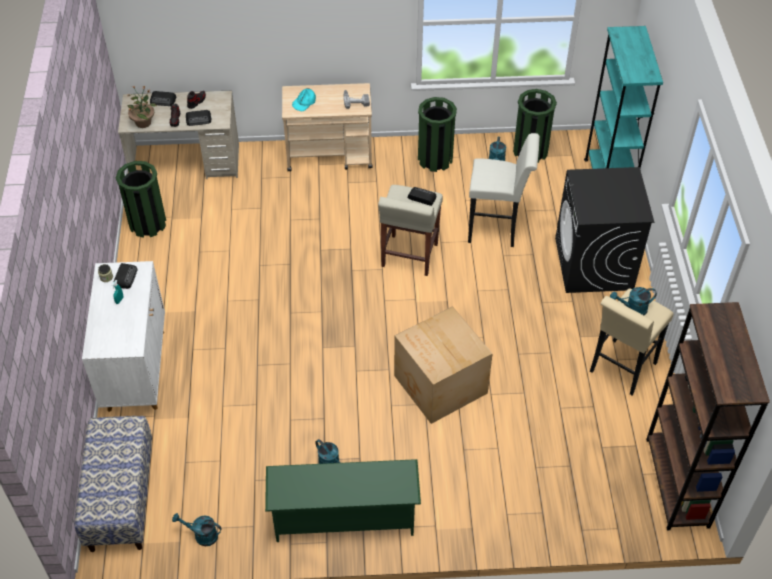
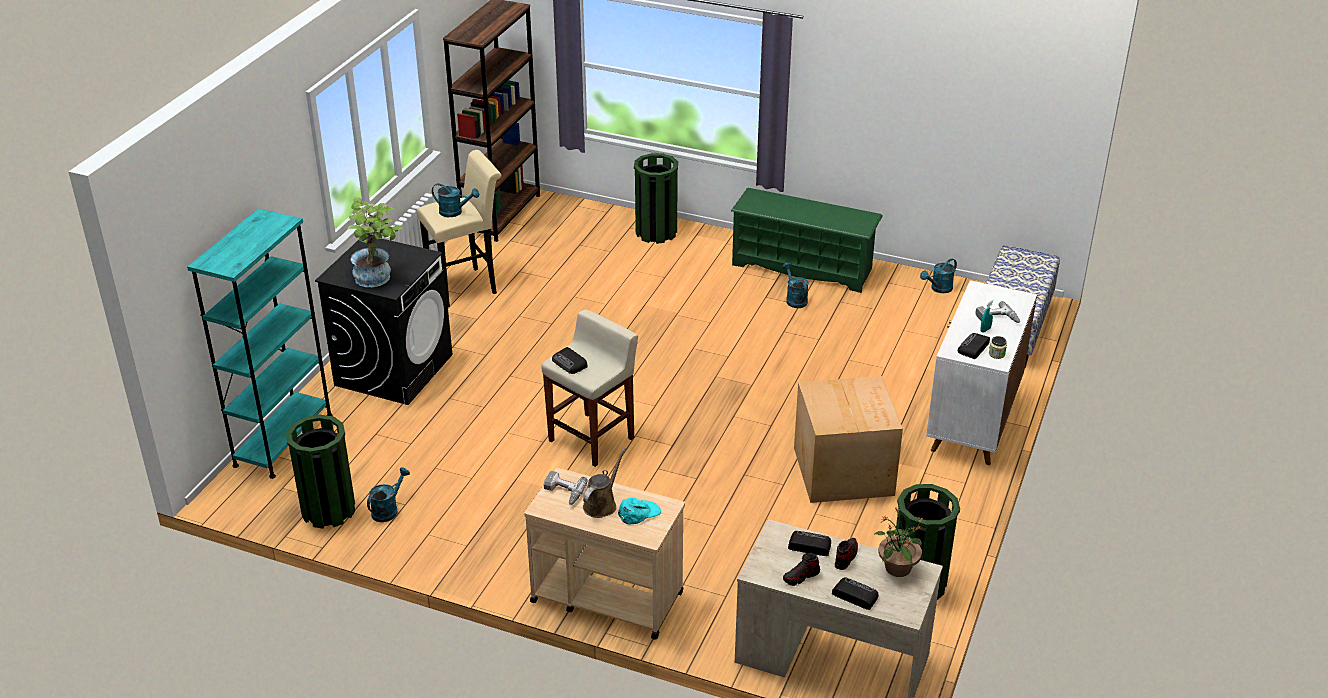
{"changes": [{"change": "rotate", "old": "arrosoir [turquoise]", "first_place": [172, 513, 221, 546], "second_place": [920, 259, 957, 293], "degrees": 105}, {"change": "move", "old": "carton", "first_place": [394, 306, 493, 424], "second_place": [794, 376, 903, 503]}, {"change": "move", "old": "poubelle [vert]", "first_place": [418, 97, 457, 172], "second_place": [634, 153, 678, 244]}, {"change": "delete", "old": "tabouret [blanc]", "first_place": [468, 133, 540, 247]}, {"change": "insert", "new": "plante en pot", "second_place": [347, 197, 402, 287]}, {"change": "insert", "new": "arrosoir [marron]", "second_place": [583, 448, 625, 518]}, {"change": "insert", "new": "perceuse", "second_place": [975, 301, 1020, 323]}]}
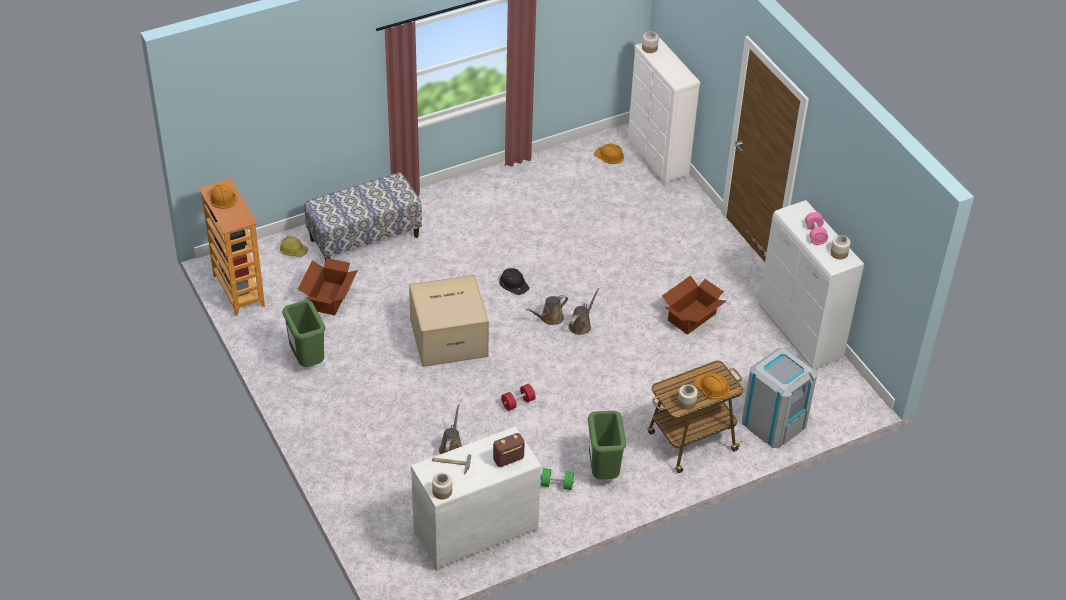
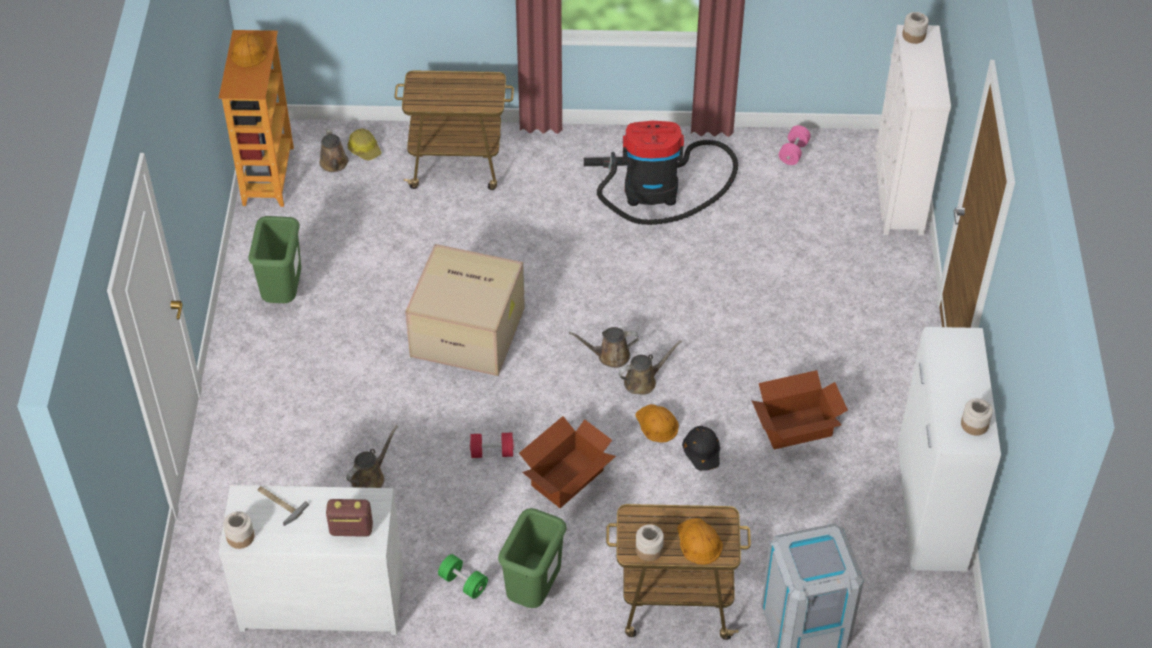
{"changes": [{"change": "move", "old": "carton", "first_place": [298, 258, 358, 315], "second_place": [519, 416, 616, 508]}, {"change": "replace", "old": "banc", "new": "chariot", "first_place": [304, 172, 422, 261], "second_place": [395, 71, 514, 190]}, {"change": "move", "old": "casque de chantier [noir]", "first_place": [499, 268, 529, 295], "second_place": [682, 426, 720, 471]}, {"change": "move", "old": "casque de chantier [orange]", "first_place": [594, 143, 624, 164], "second_place": [635, 404, 679, 443]}, {"change": "move", "old": "haltère [rose]", "first_place": [805, 212, 828, 245], "second_place": [779, 125, 811, 165]}, {"change": "insert", "new": "arrosoir [marron]", "second_place": [319, 128, 348, 172]}, {"change": "insert", "new": "aspirateur", "second_place": [584, 121, 738, 225]}]}
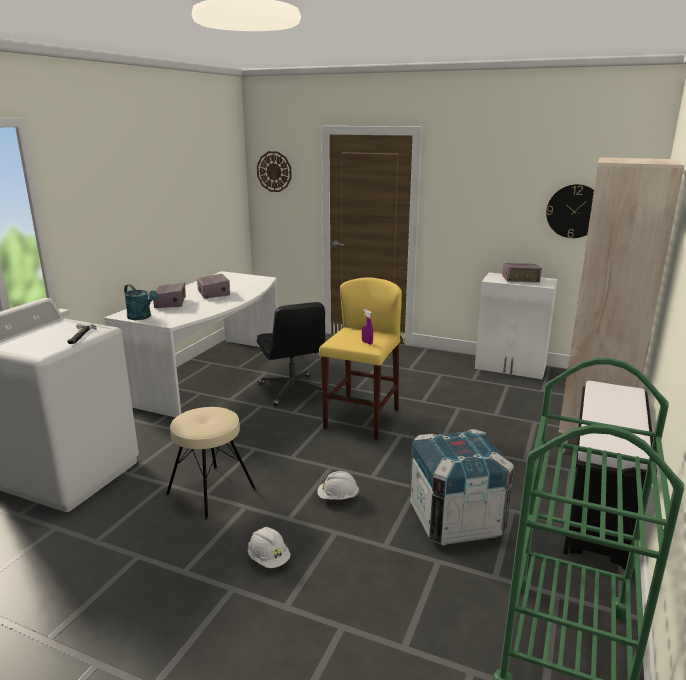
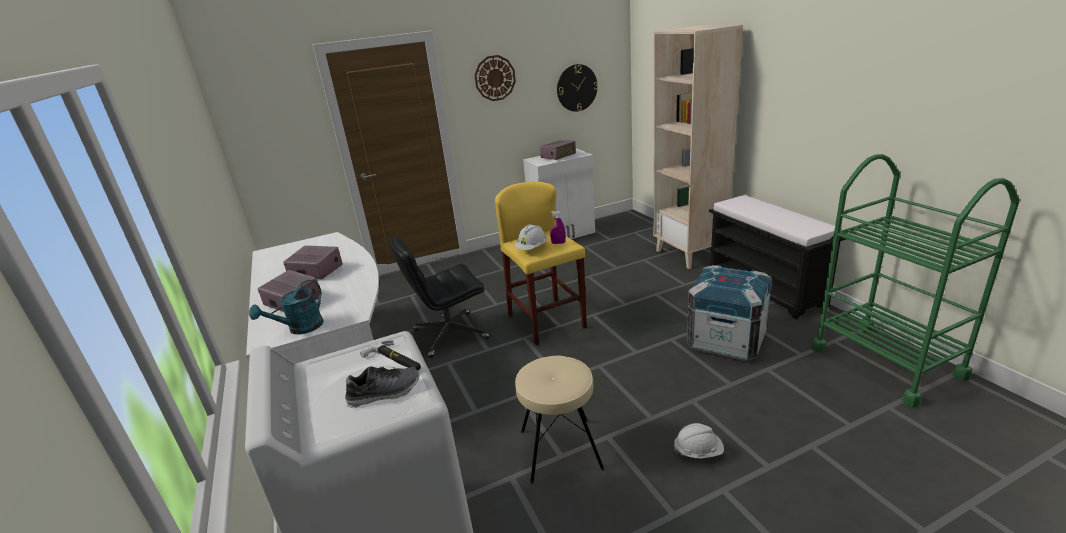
{"changes": [{"change": "rotate", "old": "arrosoir [turquoise]", "first_place": [124, 284, 159, 320], "second_place": [249, 280, 324, 334], "degrees": 135}, {"change": "move", "old": "horloge murale", "first_place": [257, 151, 292, 192], "second_place": [474, 55, 516, 101]}, {"change": "rotate", "old": "chaise de bureau [noir]", "first_place": [257, 302, 325, 406], "second_place": [389, 236, 489, 358], "degrees": 135}, {"change": "move", "old": "casque de chantier [blanc]", "first_place": [317, 471, 359, 500], "second_place": [515, 224, 547, 250]}, {"change": "insert", "new": "chaussure", "second_place": [345, 366, 420, 408]}]}
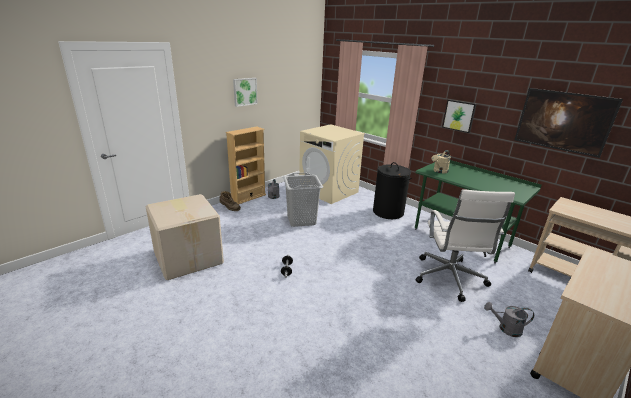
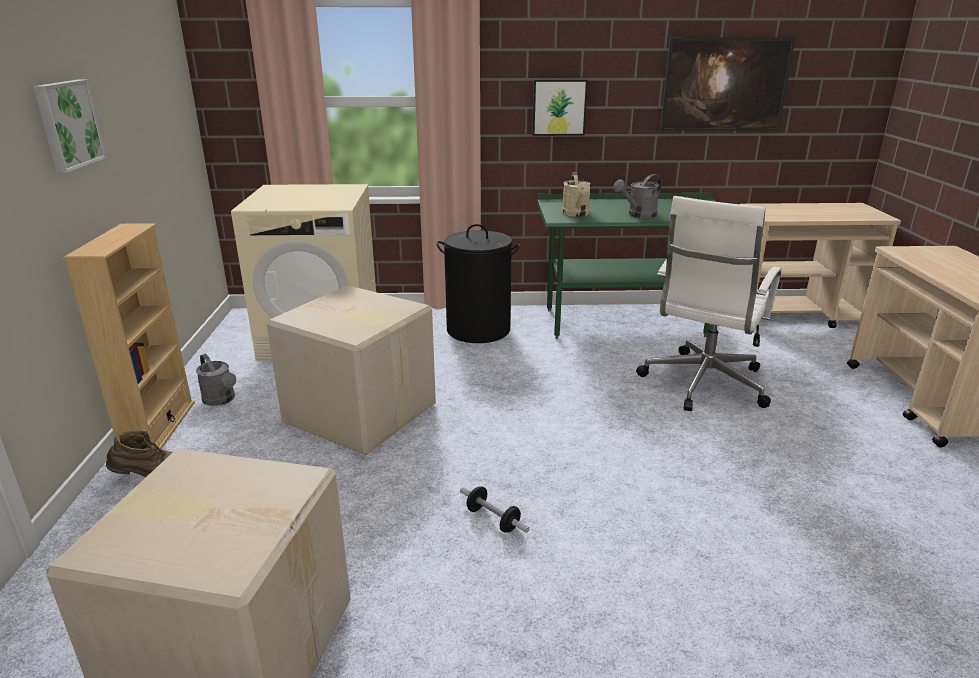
{"changes": [{"change": "replace", "old": "panier à linge [gris]", "new": "carton", "first_place": [283, 173, 323, 227], "second_place": [267, 285, 436, 455]}, {"change": "rotate", "old": "chaise de bureau [blanc]", "first_place": [416, 189, 515, 302], "second_place": [636, 196, 782, 411], "degrees": 75}, {"change": "move", "old": "arrosoir [gris]", "first_place": [484, 302, 534, 337], "second_place": [613, 174, 661, 218]}]}
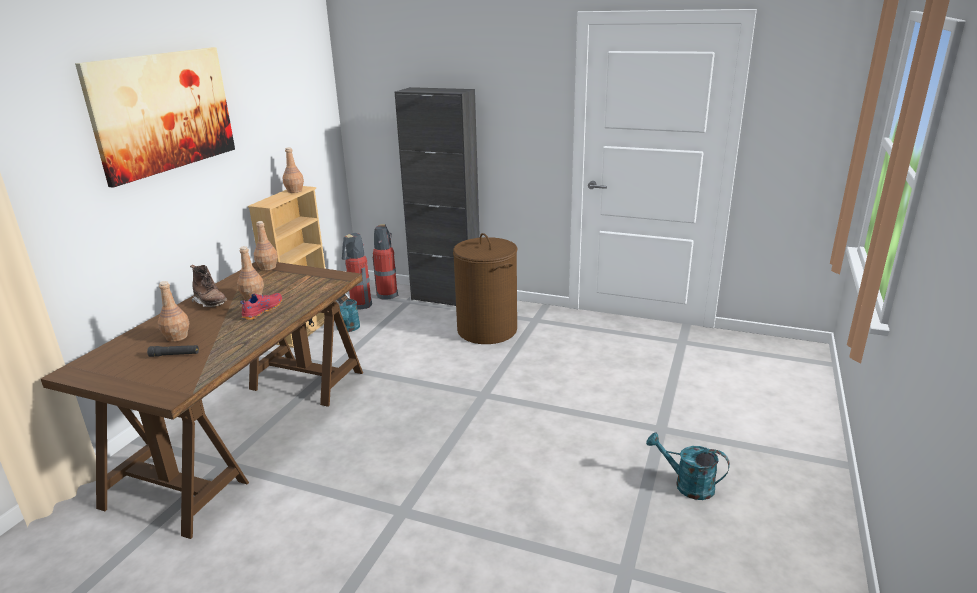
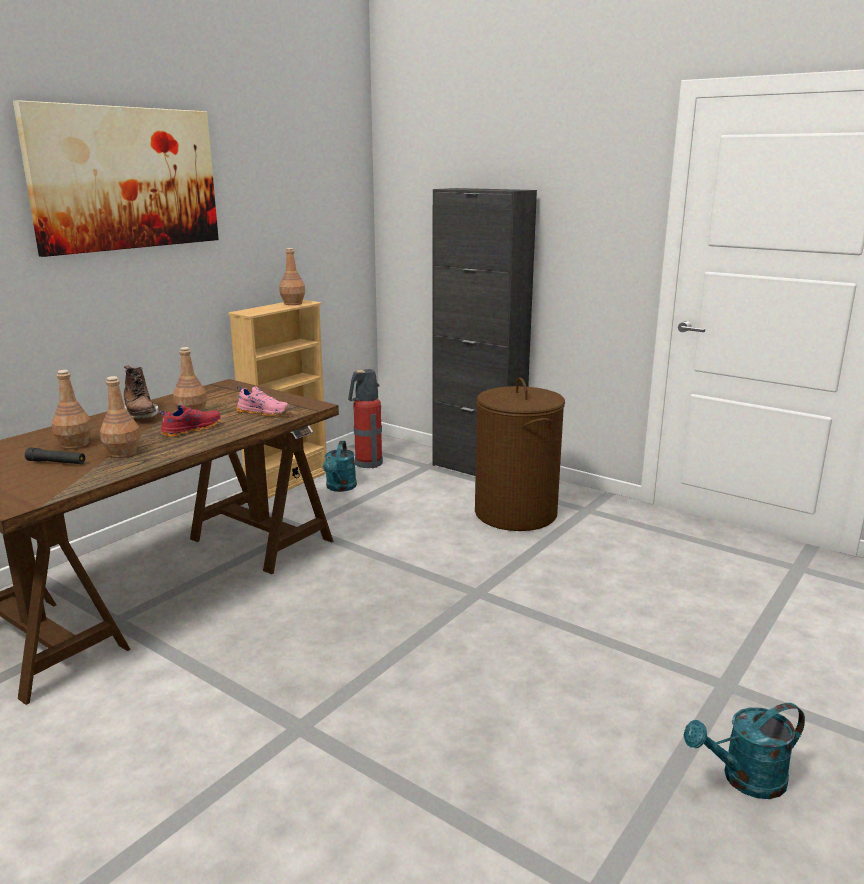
{"changes": [{"change": "move", "old": "bouteille [marron]", "first_place": [254, 221, 278, 271], "second_place": [100, 376, 140, 458]}, {"change": "delete", "old": "extincteur", "first_place": [373, 224, 398, 300]}, {"change": "rotate", "old": "arrosoir [turquoise]", "first_place": [646, 432, 730, 500], "second_place": [684, 703, 805, 799], "degrees": -60}, {"change": "insert", "new": "chaussure [rose]", "second_place": [237, 386, 290, 417]}]}
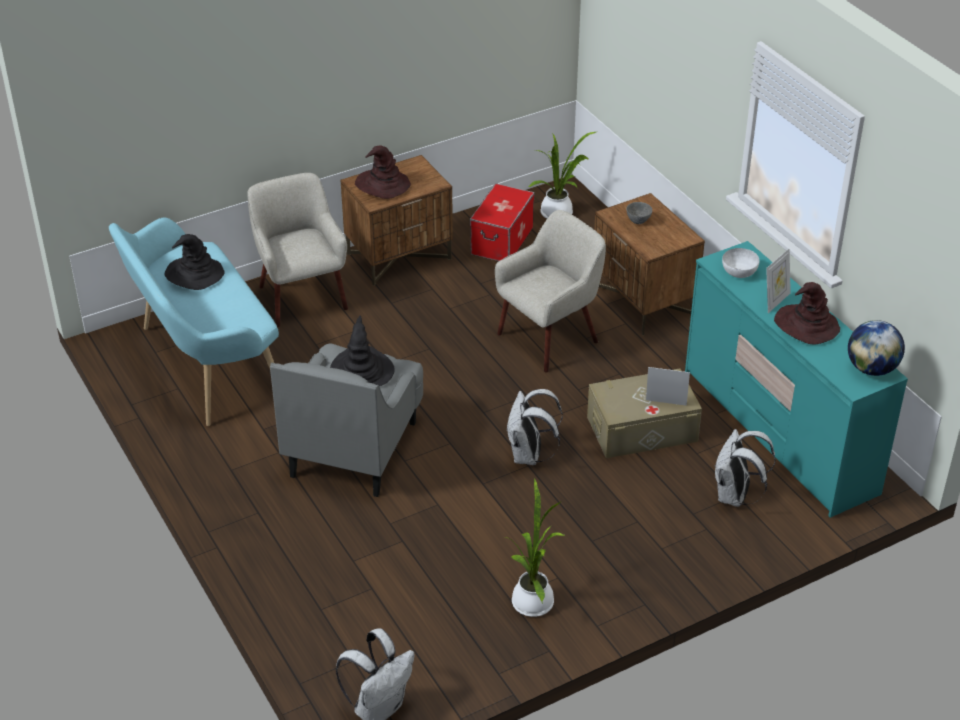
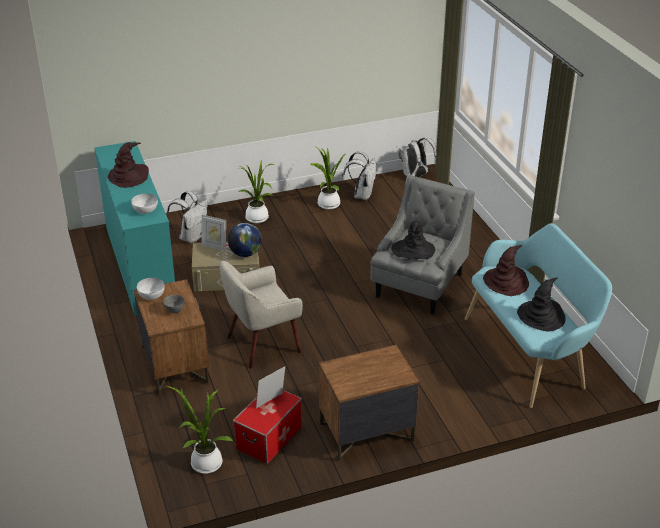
{"changes": [{"change": "delete", "old": "fauteuil [beige]", "first_place": [247, 173, 348, 327]}, {"change": "move", "old": "chapeau [marron]", "first_place": [355, 146, 411, 199], "second_place": [483, 245, 529, 296]}, {"change": "move", "old": "sac à dos [blanc]", "first_place": [506, 389, 563, 465], "second_place": [342, 151, 376, 200]}, {"change": "move", "old": "cadre photo", "first_place": [766, 248, 791, 313], "second_place": [256, 366, 285, 408]}, {"change": "move", "old": "globe", "first_place": [848, 320, 905, 376], "second_place": [228, 223, 262, 257]}, {"change": "insert", "new": "bol [blanc]", "second_place": [137, 278, 165, 300]}, {"change": "insert", "new": "plante en pot", "second_place": [238, 159, 275, 223]}]}
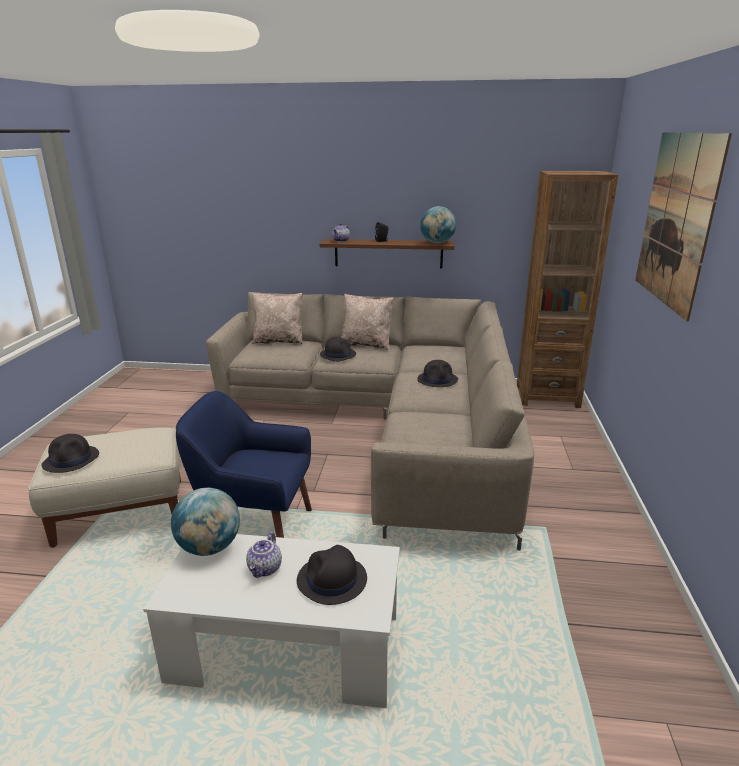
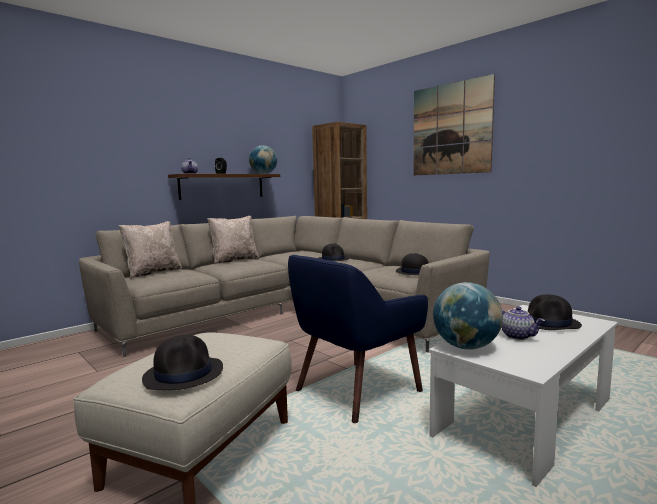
{"changes": [{"change": "move", "old": "chapeau [noir]", "first_place": [320, 337, 356, 362], "second_place": [396, 253, 429, 275]}]}
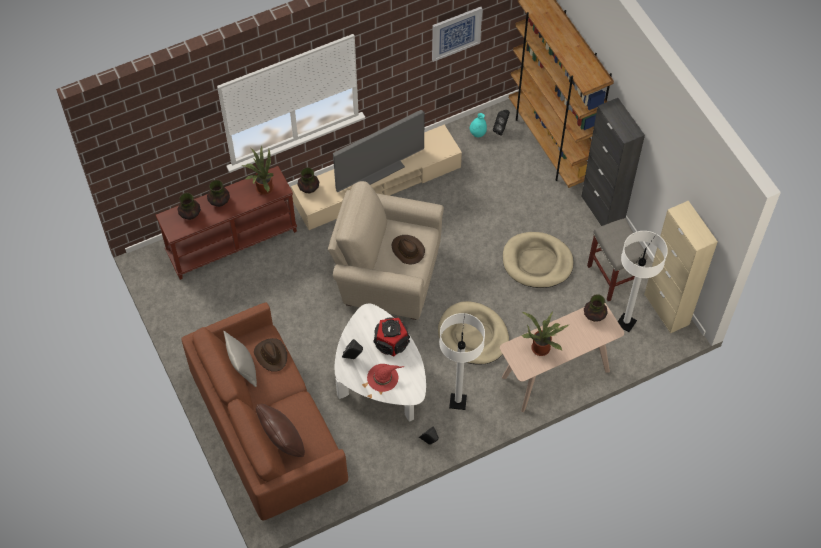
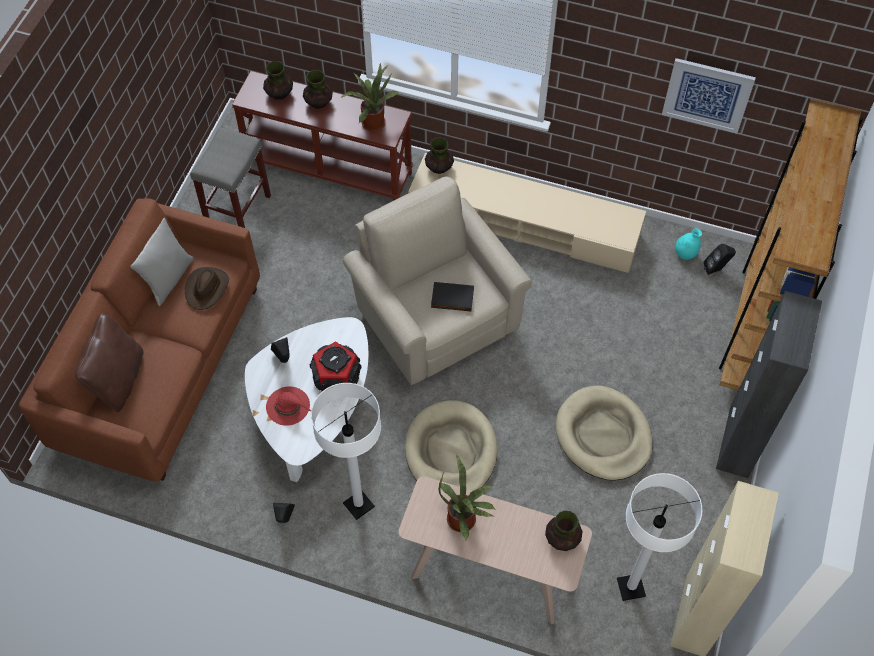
{"changes": [{"change": "delete", "old": "téléviseur", "first_place": [333, 110, 425, 192]}, {"change": "replace", "old": "chapeau [marron]", "new": "livre [noir]", "first_place": [391, 235, 425, 264], "second_place": [431, 282, 474, 311]}, {"change": "move", "old": "tabouret [gris]", "first_place": [587, 218, 648, 301], "second_place": [190, 127, 271, 228]}]}
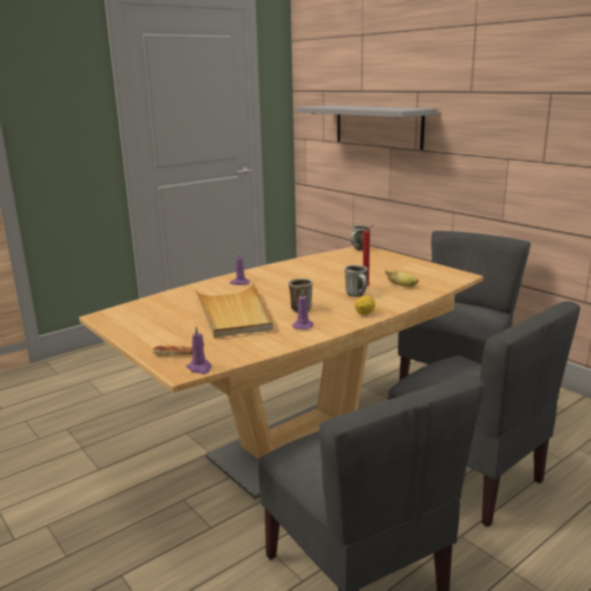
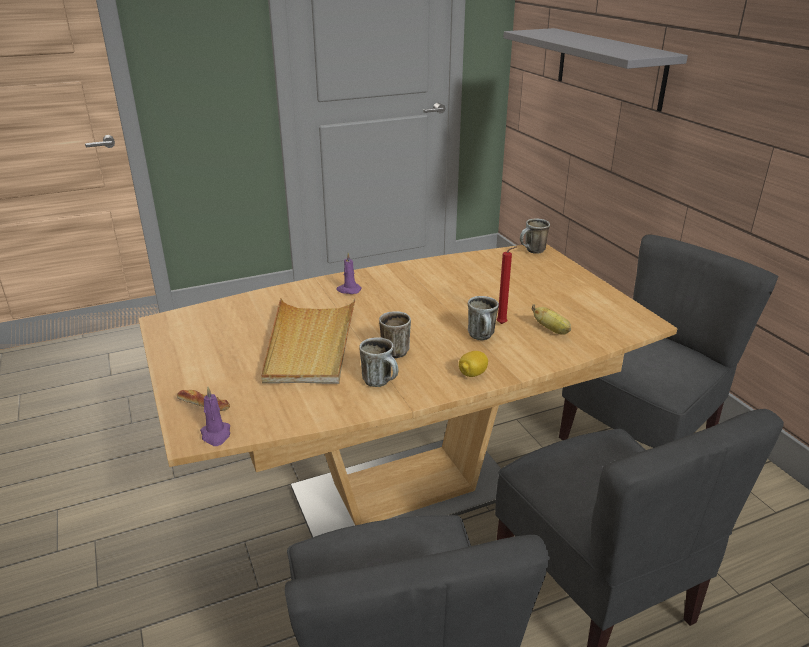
{"changes": [{"change": "replace", "old": "bougie [violet]", "new": "mug", "first_place": [292, 289, 313, 330], "second_place": [359, 337, 398, 387]}]}
